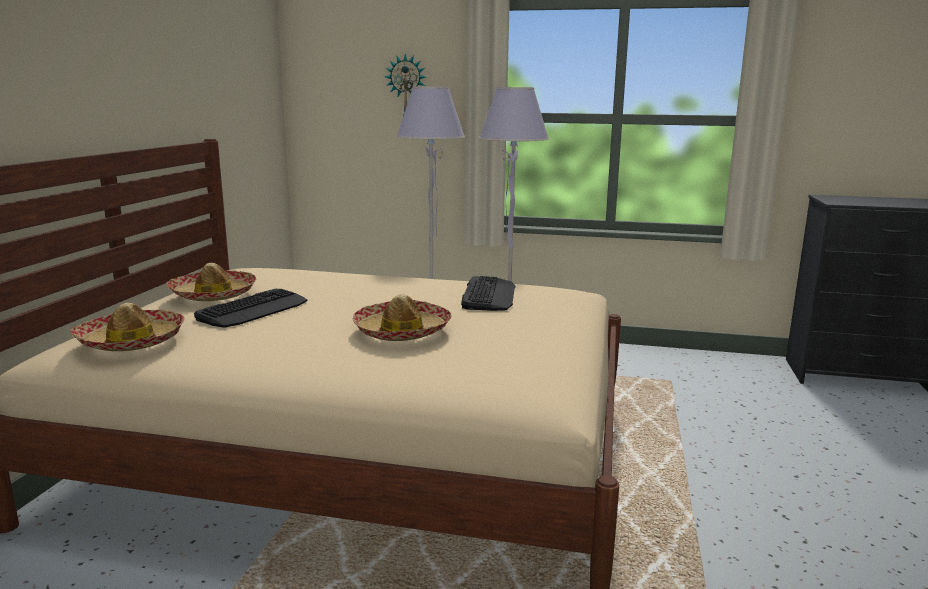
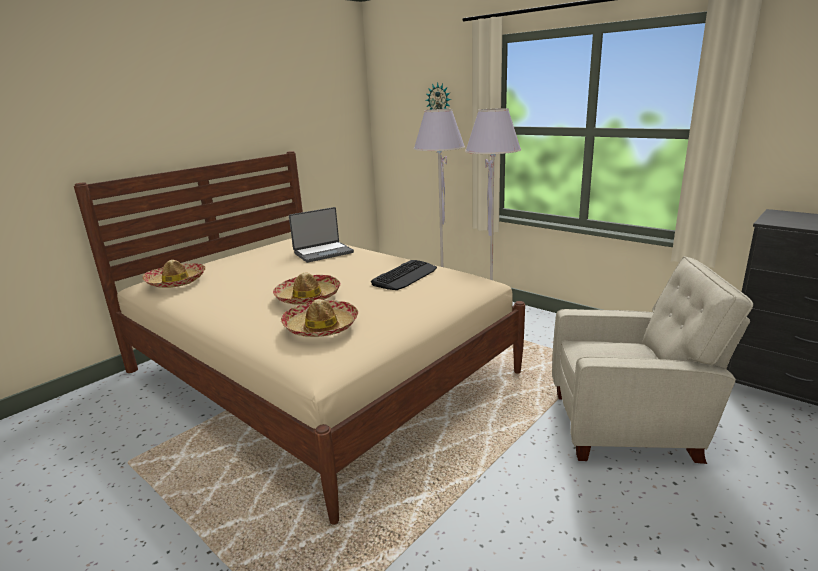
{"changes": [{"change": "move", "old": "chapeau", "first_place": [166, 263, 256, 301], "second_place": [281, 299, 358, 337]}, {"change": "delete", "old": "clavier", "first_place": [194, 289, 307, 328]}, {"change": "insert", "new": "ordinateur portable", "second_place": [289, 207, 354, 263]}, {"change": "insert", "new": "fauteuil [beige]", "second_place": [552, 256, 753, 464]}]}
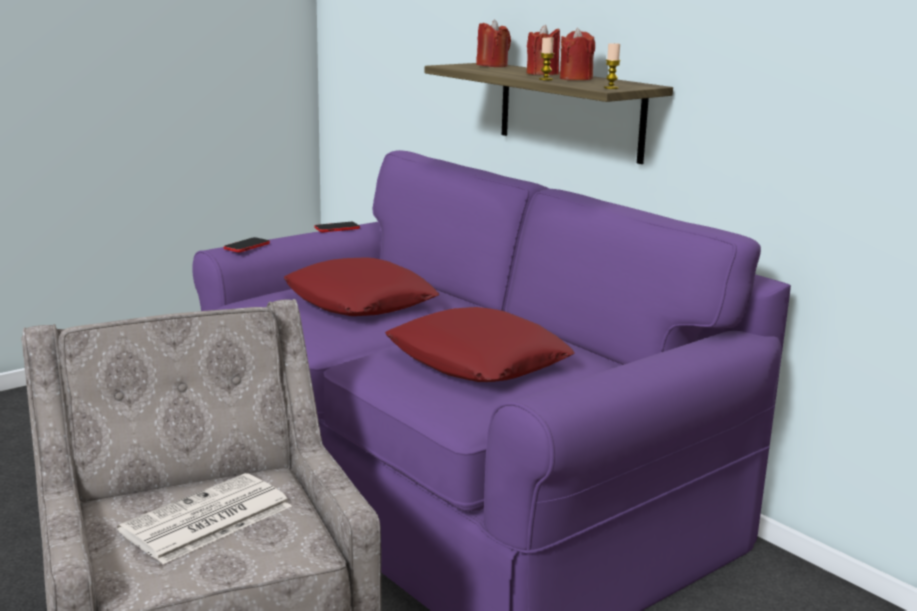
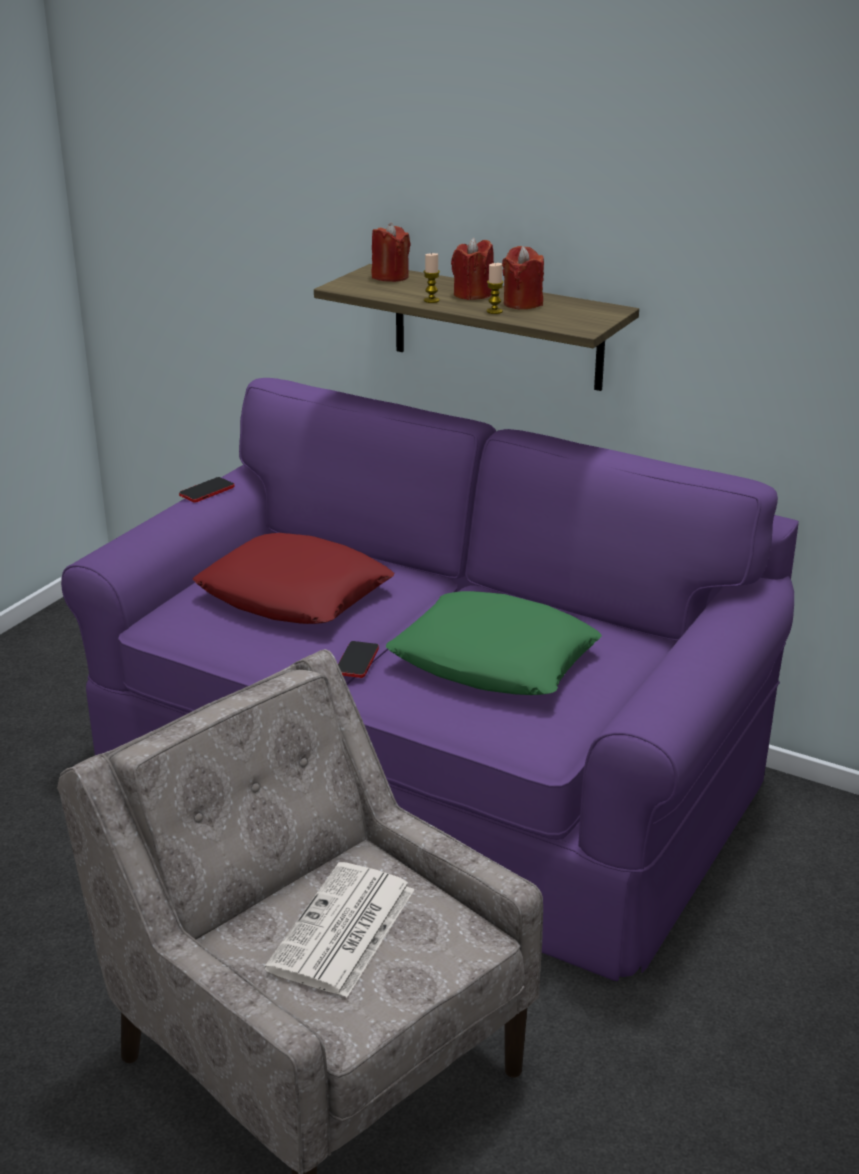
{"changes": [{"change": "move", "old": "téléphone", "first_place": [224, 237, 270, 253], "second_place": [338, 641, 379, 678]}, {"change": "recolor", "old": "coussin [rouge]", "new": "coussin [vert]", "first_place": [385, 307, 575, 382], "second_place": [386, 591, 602, 695]}, {"change": "move", "old": "bougie", "first_place": [604, 42, 621, 89], "second_place": [423, 253, 440, 303]}]}
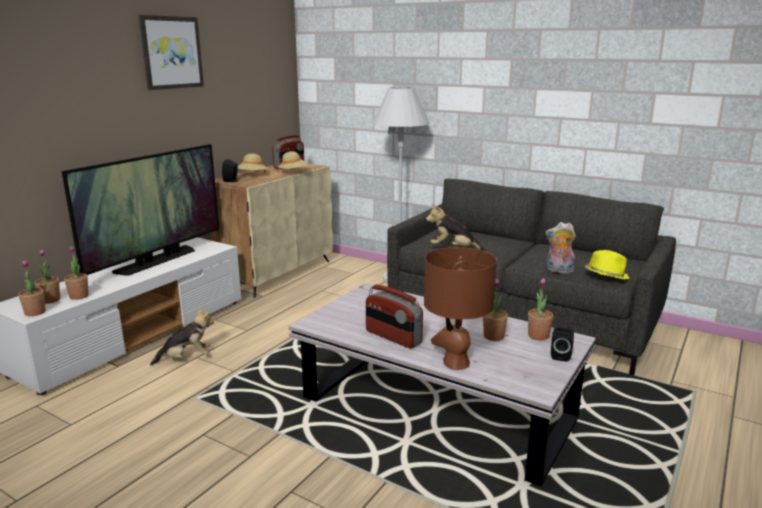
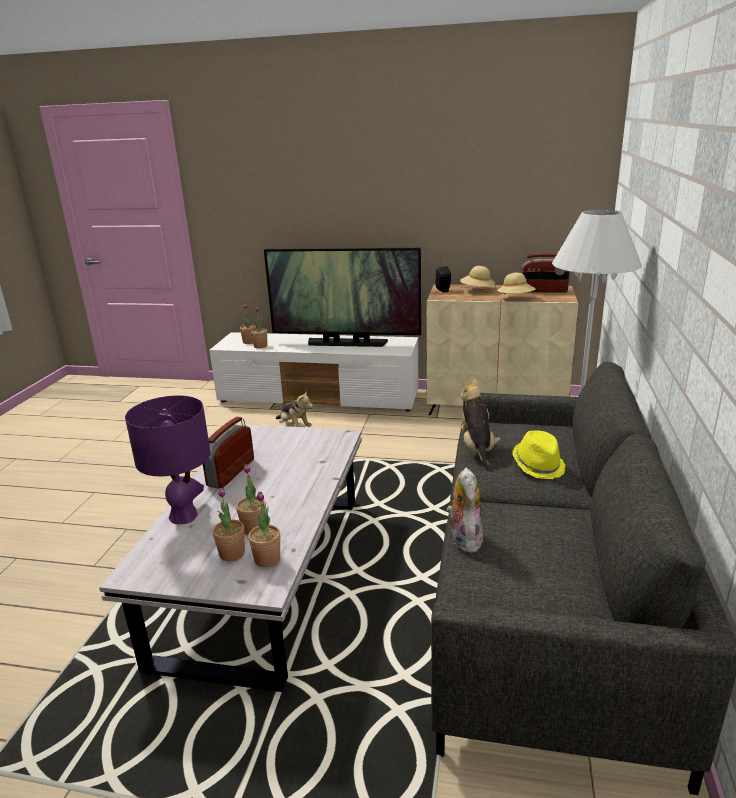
{"changes": [{"change": "move", "old": "plante en pot", "first_place": [18, 260, 46, 316], "second_place": [213, 487, 245, 561]}, {"change": "delete", "old": "tableau", "first_place": [138, 15, 204, 90]}, {"change": "recolor", "old": "lampe de table [marron]", "new": "lampe de table [violet]", "first_place": [424, 247, 497, 370], "second_place": [125, 395, 211, 524]}, {"change": "delete", "old": "enceinte [noir]", "first_place": [551, 326, 574, 362]}, {"change": "move", "old": "chapeau [jaune]", "first_place": [585, 250, 629, 279], "second_place": [512, 430, 566, 479]}]}
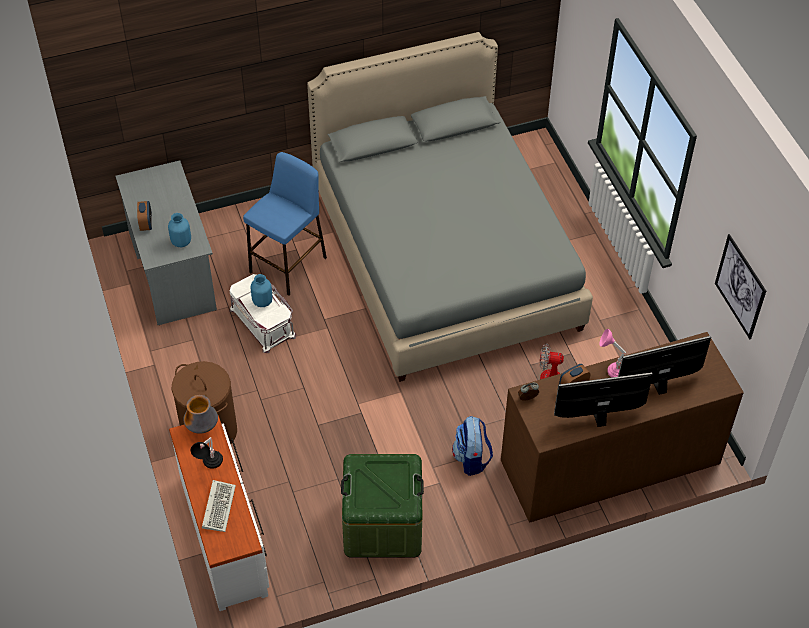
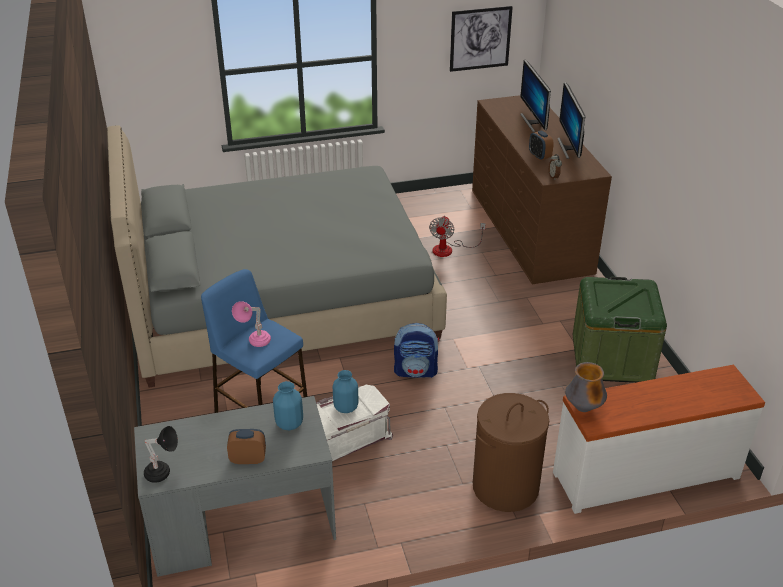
{"changes": [{"change": "move", "old": "lampe de table [noir]", "first_place": [191, 437, 223, 469], "second_place": [144, 426, 178, 483]}, {"change": "delete", "old": "clavier", "first_place": [202, 480, 236, 532]}, {"change": "move", "old": "sac à dos", "first_place": [452, 416, 493, 476], "second_place": [394, 323, 439, 378]}, {"change": "move", "old": "lampe de table [rose]", "first_place": [599, 329, 626, 378], "second_place": [232, 301, 271, 347]}]}
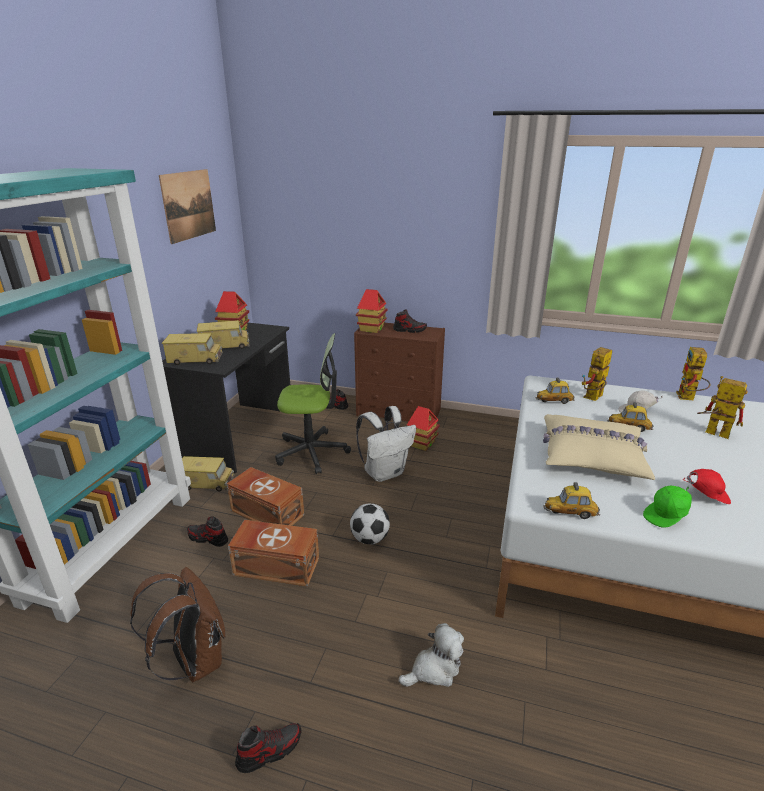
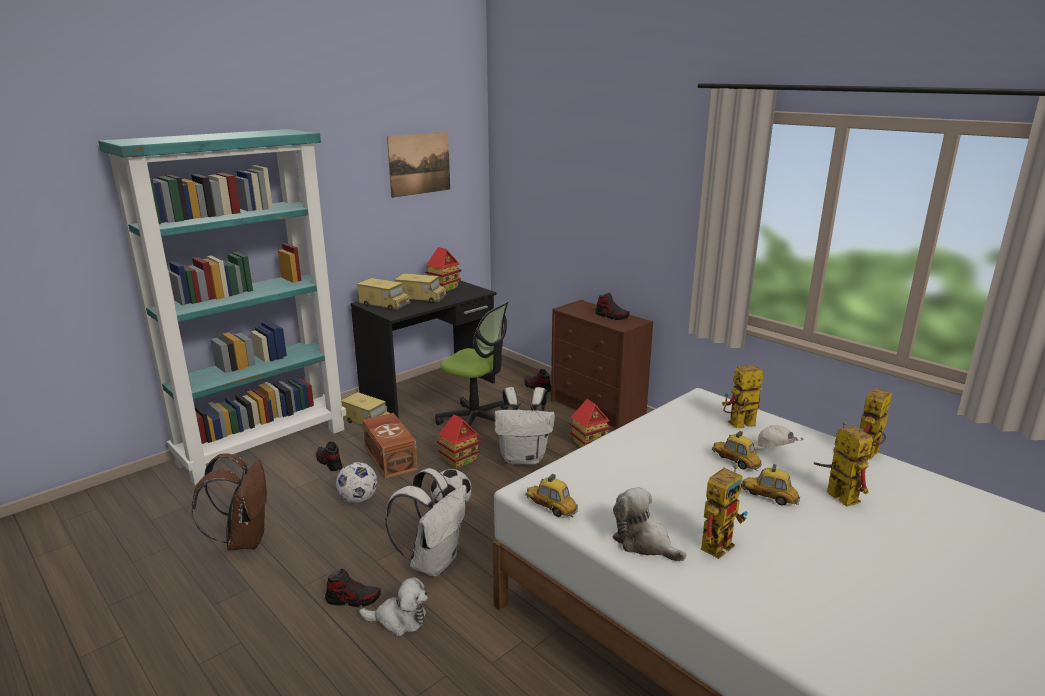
{"changes": [{"change": "replace", "old": "boîte de rangement [marron]", "new": "ballon de foot", "first_place": [228, 520, 319, 587], "second_place": [336, 462, 377, 503]}, {"change": "move", "old": "chaussure", "first_place": [235, 723, 302, 773], "second_place": [325, 569, 381, 607]}, {"change": "move", "old": "maison miniature", "first_place": [356, 289, 388, 333], "second_place": [437, 414, 481, 469]}, {"change": "move", "old": "petite voiture", "first_place": [536, 378, 575, 404], "second_place": [741, 464, 800, 506]}, {"change": "delete", "old": "coussin [beige]", "first_place": [543, 414, 655, 480]}, {"change": "replace", "old": "casquette [vert]", "new": "peluche", "first_place": [643, 485, 692, 528], "second_place": [612, 487, 686, 561]}, {"change": "replace", "old": "casquette [rouge]", "new": "robot jouet", "first_place": [683, 469, 731, 504], "second_place": [701, 465, 748, 559]}, {"change": "insert", "new": "sac à dos [blanc]", "second_place": [385, 468, 467, 577]}]}
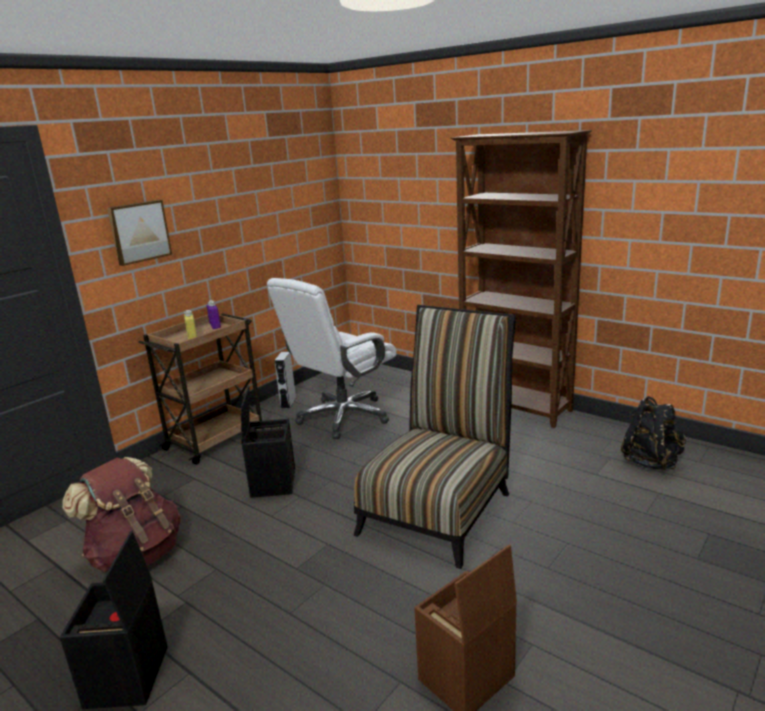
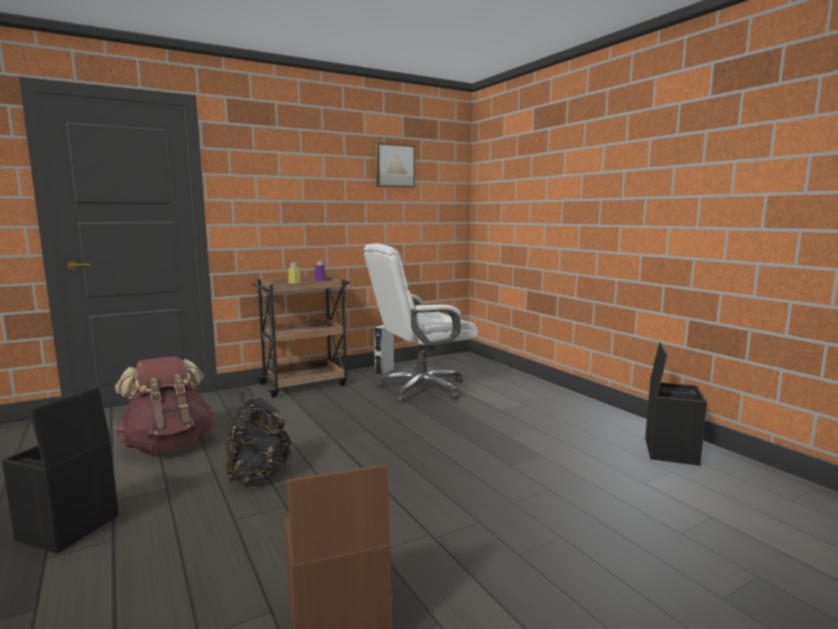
{"changes": [{"change": "move", "old": "tableau", "first_place": [107, 200, 172, 266], "second_place": [376, 143, 415, 188]}, {"change": "move", "old": "boîte de rangement [noir]", "first_place": [241, 386, 295, 498], "second_place": [645, 342, 707, 466]}, {"change": "delete", "old": "chaise", "first_place": [354, 305, 516, 569]}, {"change": "delete", "old": "bibliothèque [marron]", "first_place": [450, 130, 592, 428]}, {"change": "move", "old": "sac à dos [noir]", "first_place": [621, 396, 686, 470], "second_place": [226, 392, 292, 484]}]}
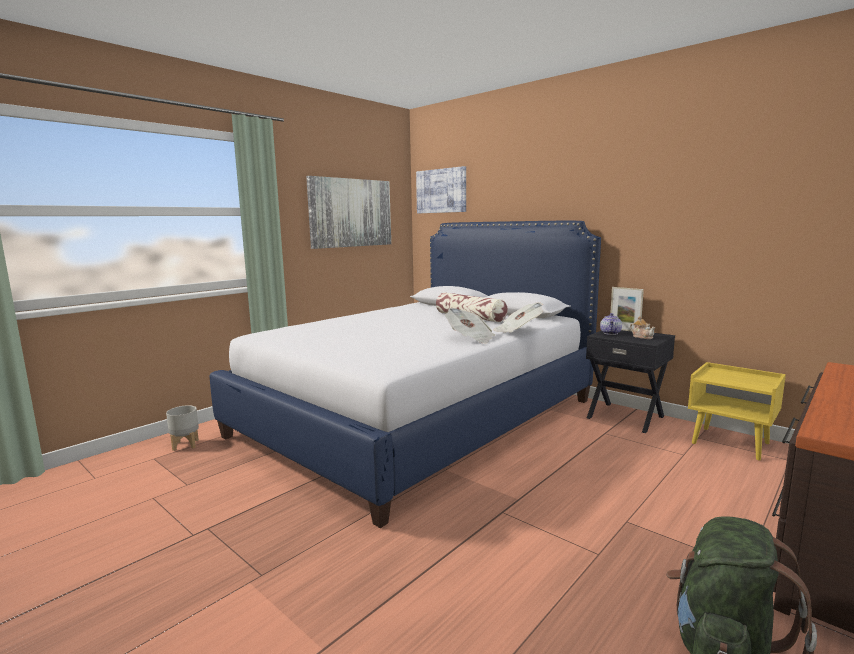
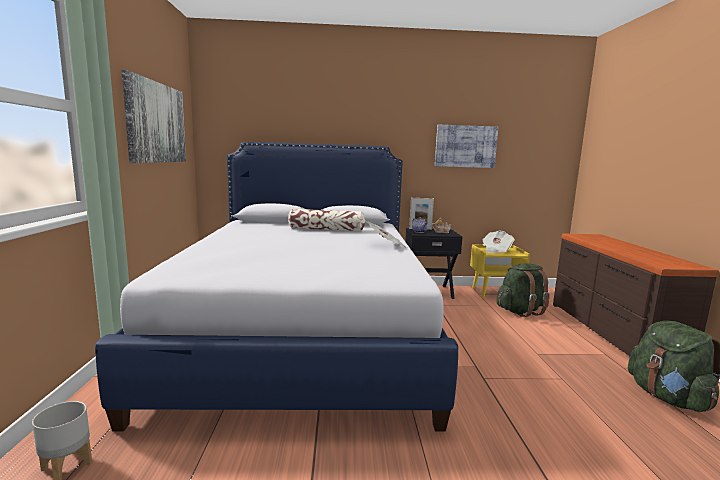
{"changes": [{"change": "move", "old": "tableau", "first_place": [416, 166, 466, 213], "second_place": [435, 125, 498, 168]}, {"change": "move", "old": "journal", "first_place": [494, 302, 543, 333], "second_place": [482, 231, 515, 253]}, {"change": "insert", "new": "sac à dos [vert]", "second_place": [496, 263, 550, 317]}]}
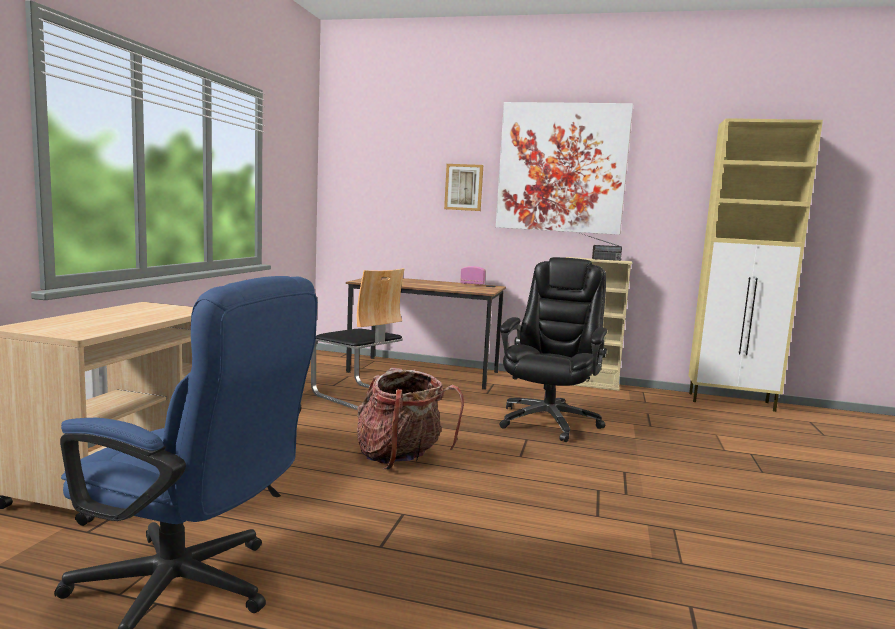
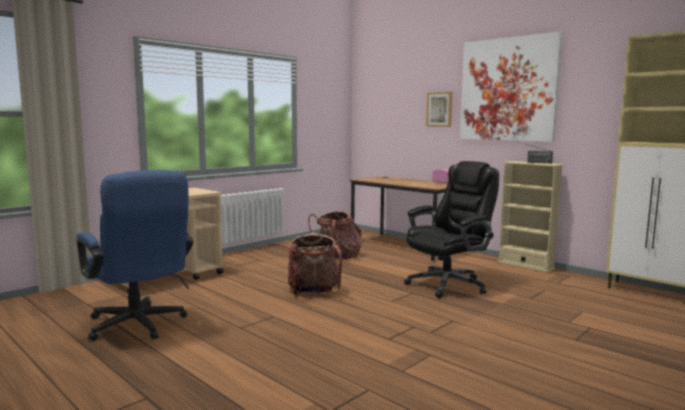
{"changes": [{"change": "replace", "old": "chaise", "new": "sac à dos", "first_place": [311, 268, 404, 410], "second_place": [308, 210, 362, 259]}]}
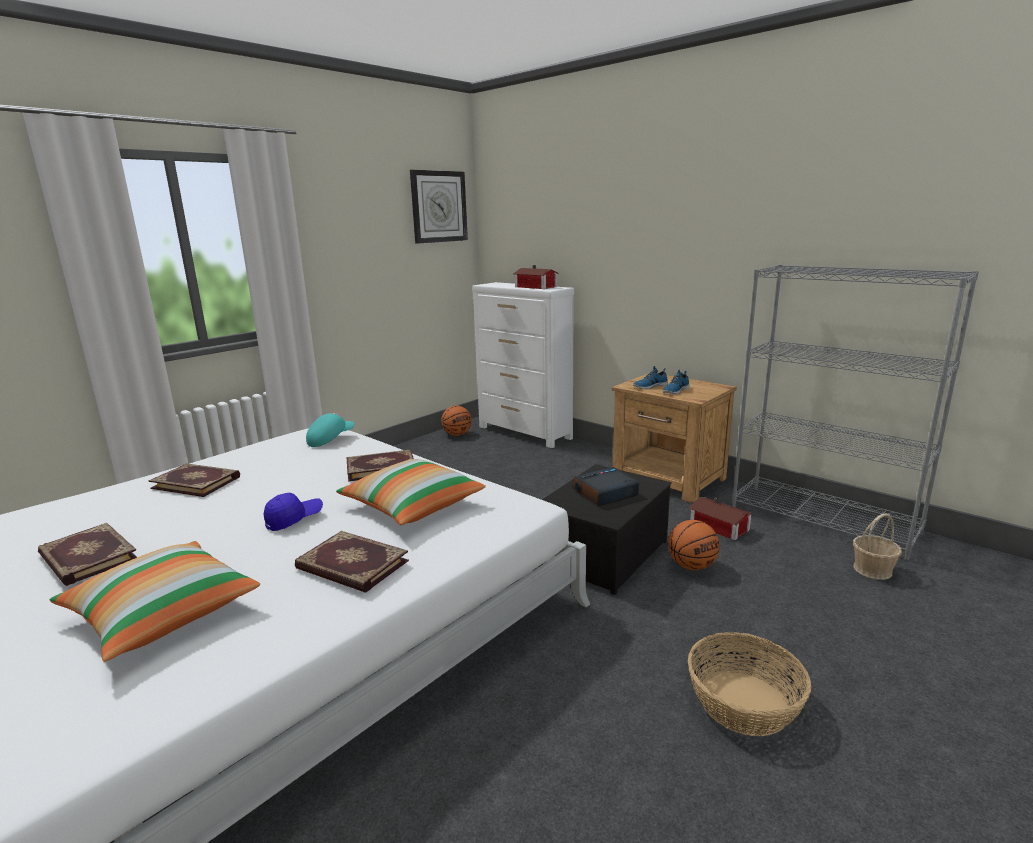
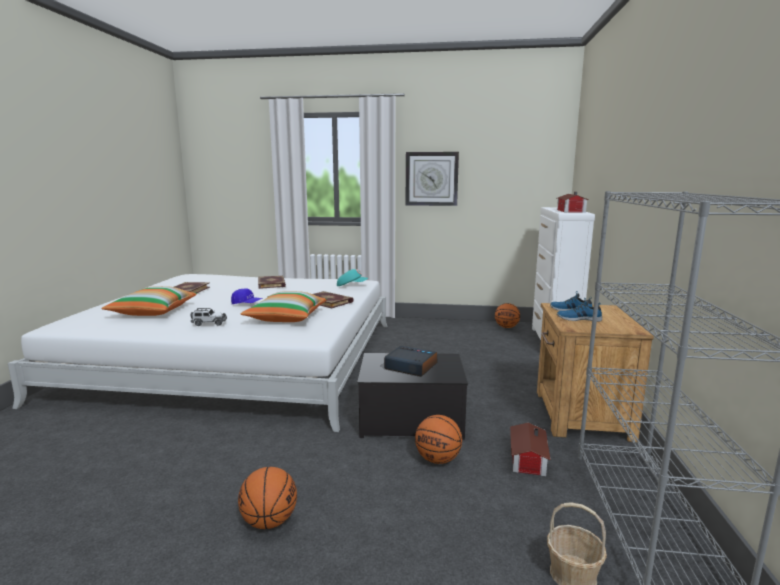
{"changes": [{"change": "replace", "old": "livre", "new": "petite voiture", "first_place": [295, 531, 409, 593], "second_place": [191, 308, 227, 326]}, {"change": "move", "old": "horloge murale", "first_place": [410, 170, 468, 243], "second_place": [405, 152, 459, 206]}, {"change": "replace", "old": "panier", "new": "ballon de basket", "first_place": [688, 632, 811, 736], "second_place": [238, 467, 297, 529]}]}
